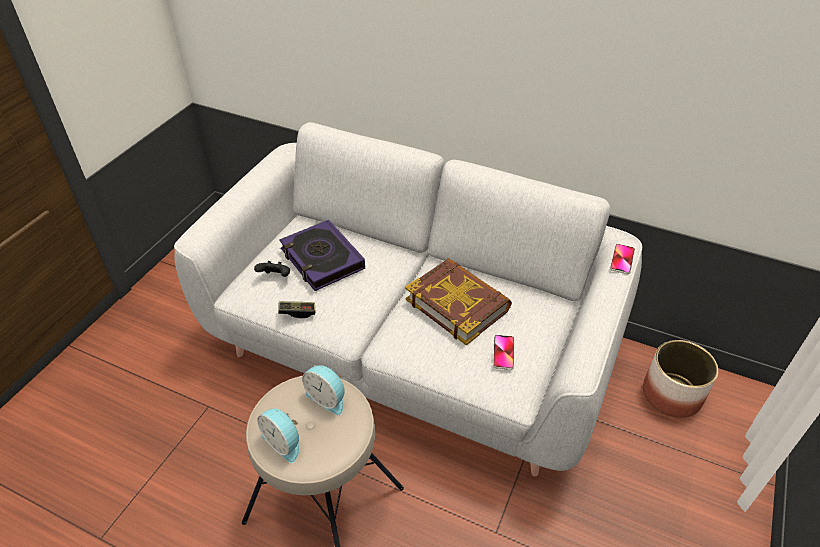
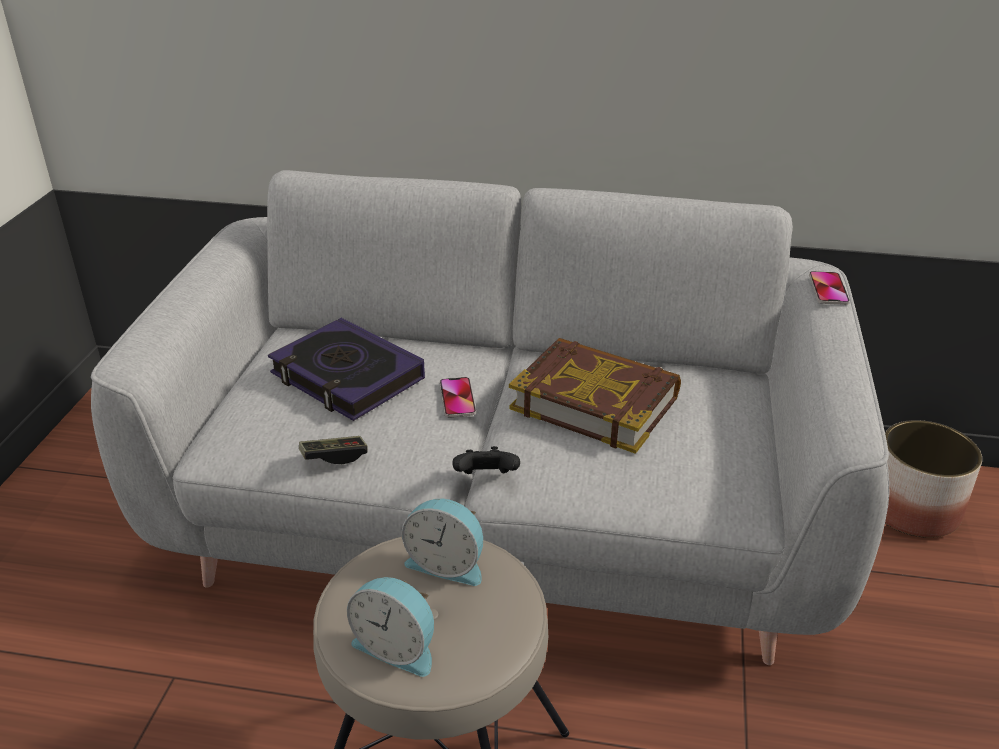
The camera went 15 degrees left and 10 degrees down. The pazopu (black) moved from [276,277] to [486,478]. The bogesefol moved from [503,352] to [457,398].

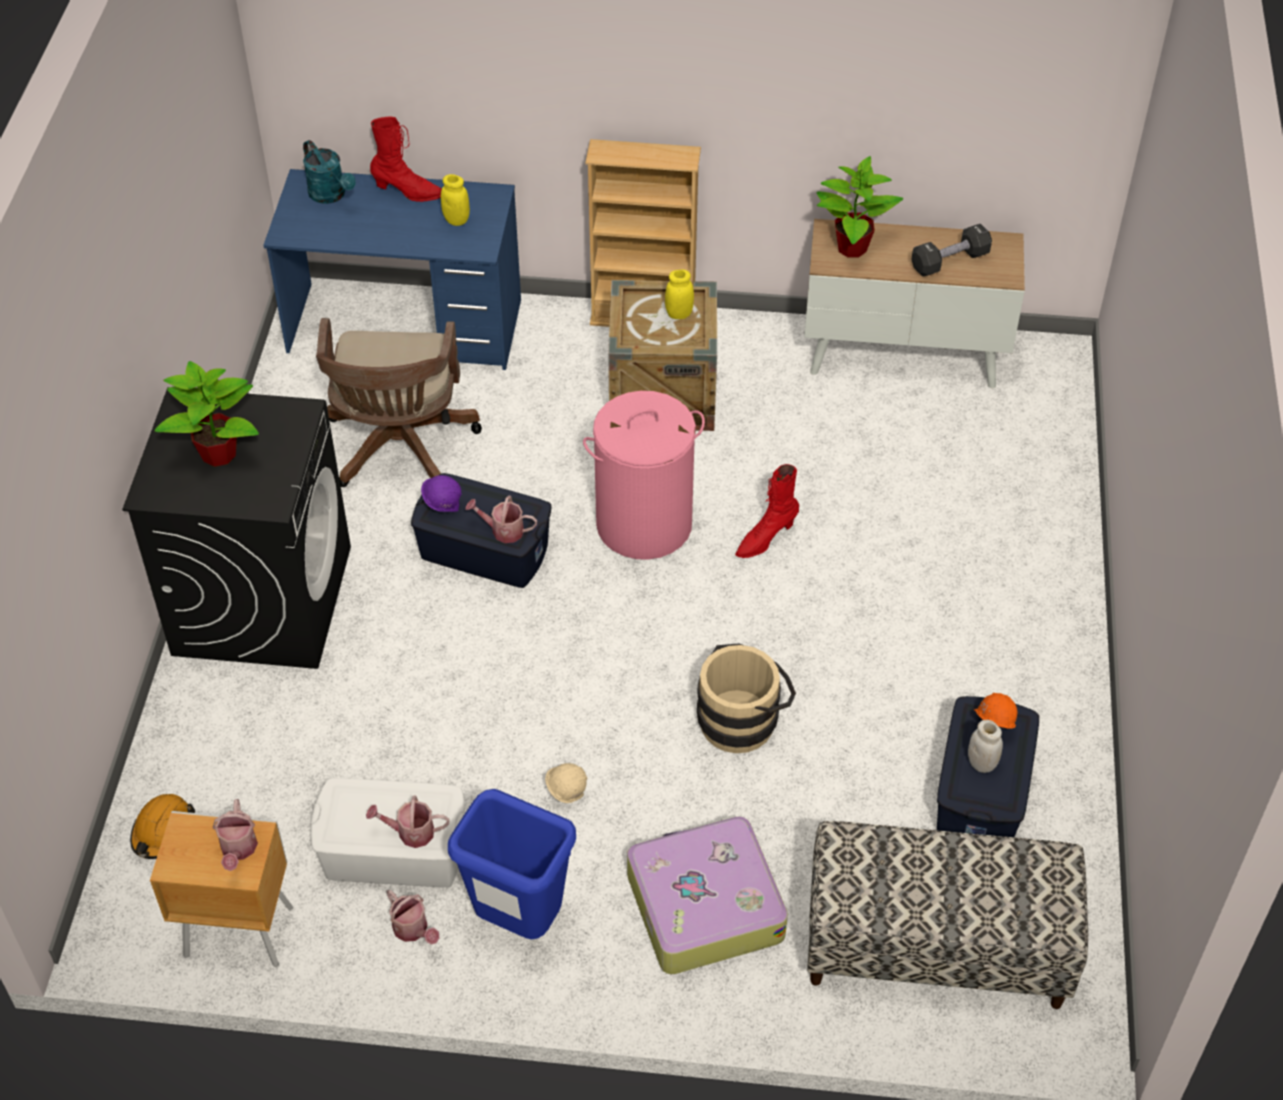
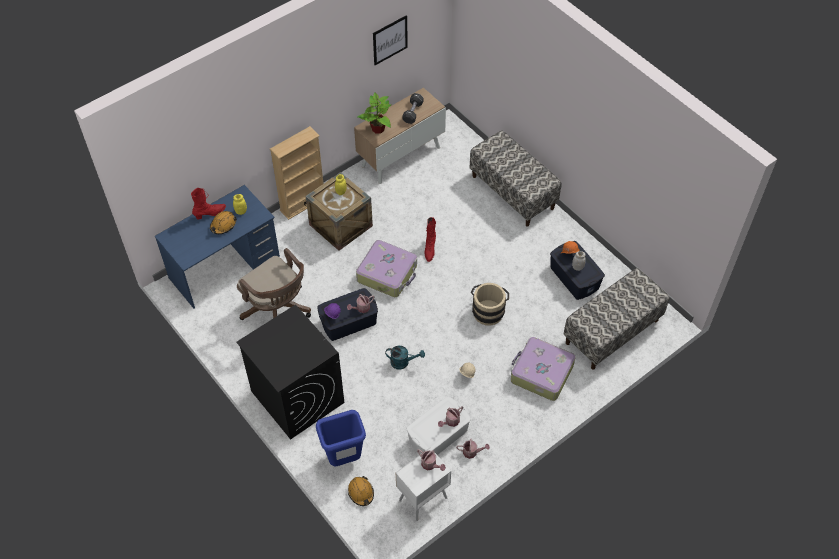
The camera went 45 degrees left and 5 degrees up. The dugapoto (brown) at [236,930] became the dugapoto (white) at [422,499]. The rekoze at [220,453] disappeared. The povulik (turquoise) moved from [331,195] to [403,362]. The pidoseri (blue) moved from [518,921] to [343,459]. The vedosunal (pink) at [644,524] was replaced by the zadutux at [388,273]. The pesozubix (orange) at [223,225] appeared. The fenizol at [390,40] appeared. The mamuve at [513,192] appeared.

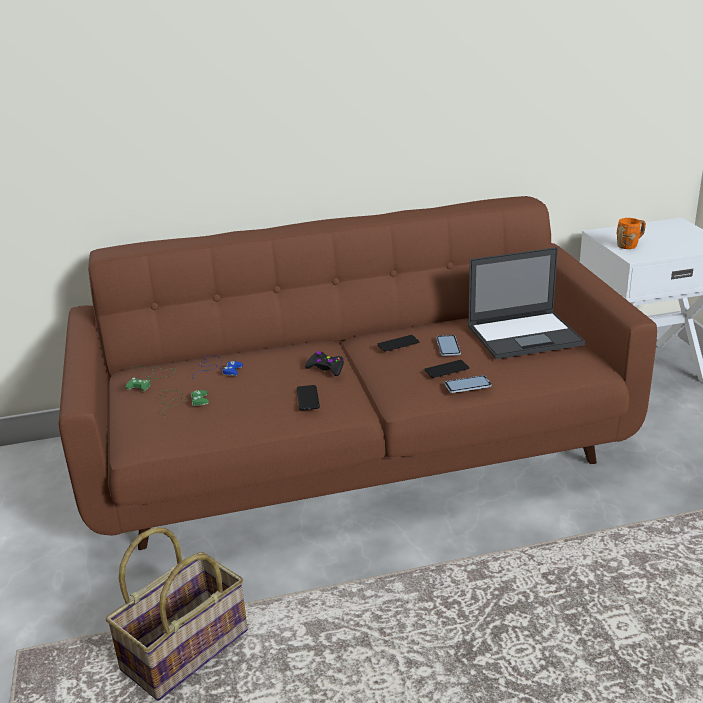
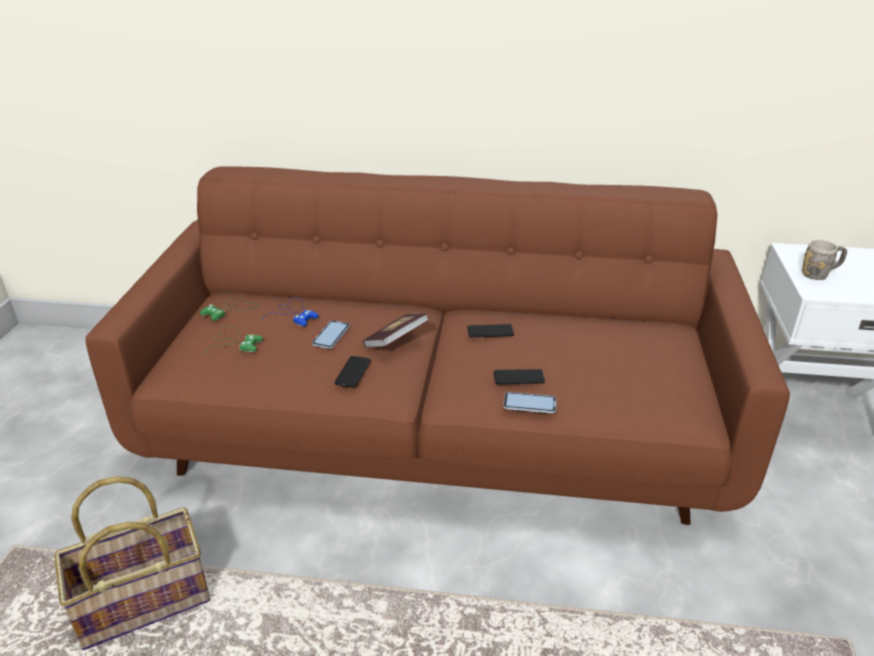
The camera went 20 degrees right and 5 degrees up. The pazopu (black) at [326,368] was replaced by the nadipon at [396,341]. The bogesefol moved from [448,346] to [331,335]. The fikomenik at [525,335] disappeared. The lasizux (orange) at [630,245] became the lasizux (grey) at [820,274].

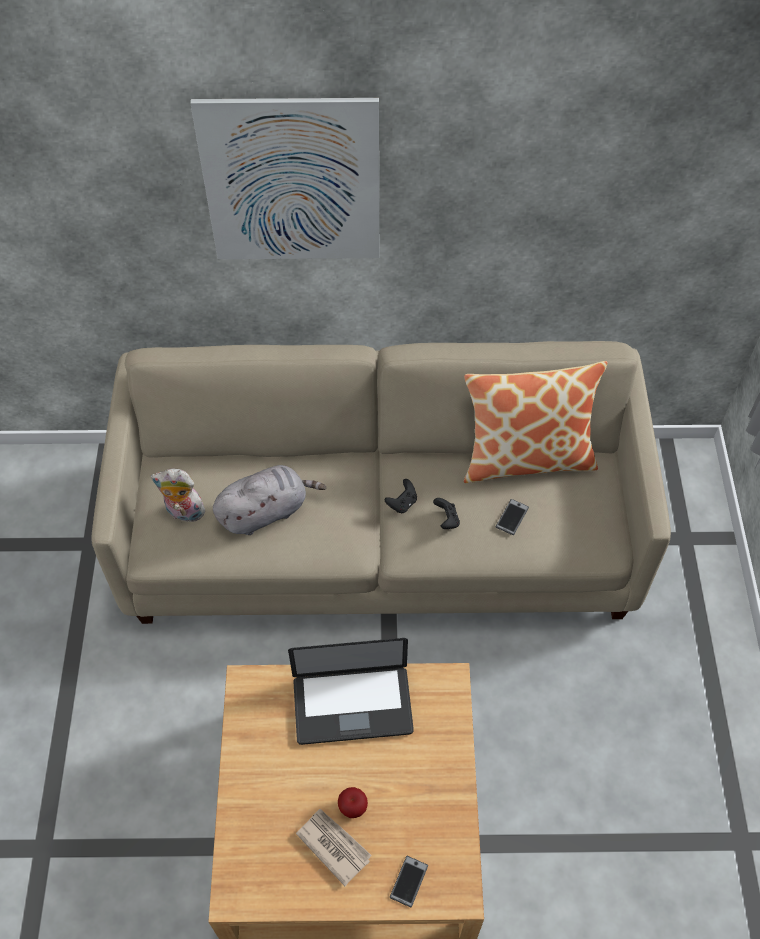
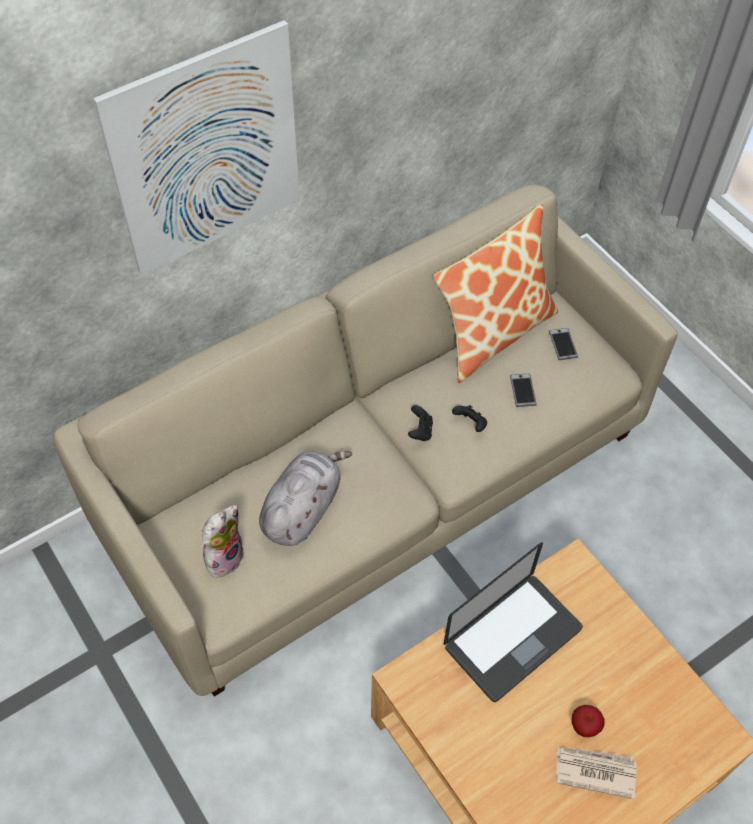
The camera went 35 degrees left and 0 degrees up. The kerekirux at [183,513] turned 150 degrees clockwise. The bogesefol moved from [409,881] to [563,344].

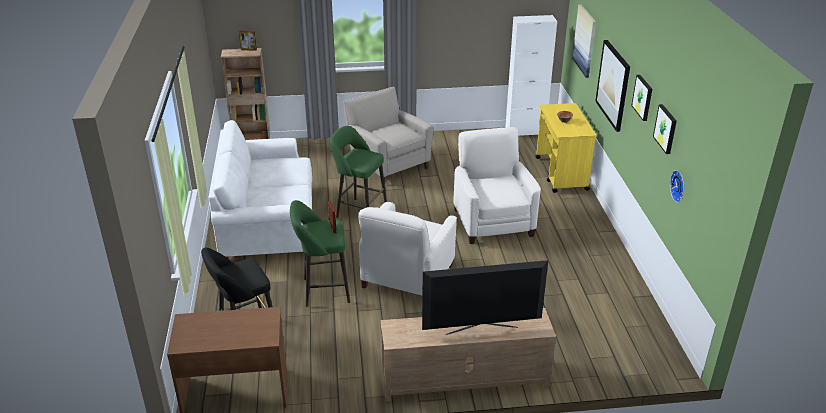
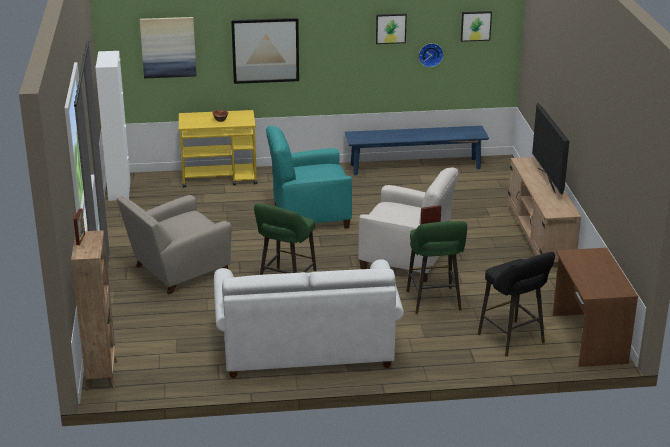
The camera went 90 degrees left and 5 degrees down. The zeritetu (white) at [492,222] became the zeritetu (turquoise) at [309,215]. The fenizol moved from [643,97] to [475,25]. The mamuve (blue) at [415,167] appeared.

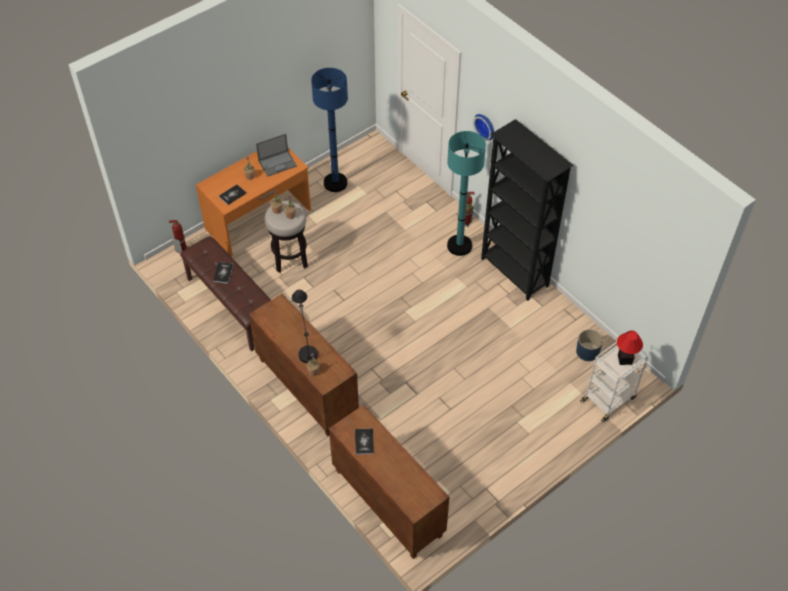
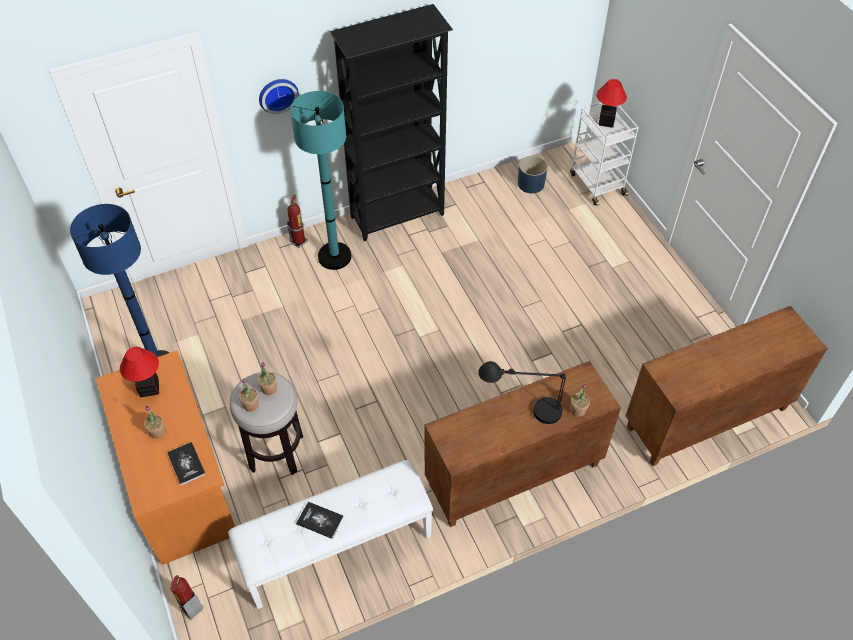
The camera went 75 degrees left and 0 degrees up. The mamuve (brown) at [232,306] became the mamuve (white) at [336,549]. The fikomenik at [278,163] was replaced by the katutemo at [149,388]. The nadipon at [364,441] disappeared.

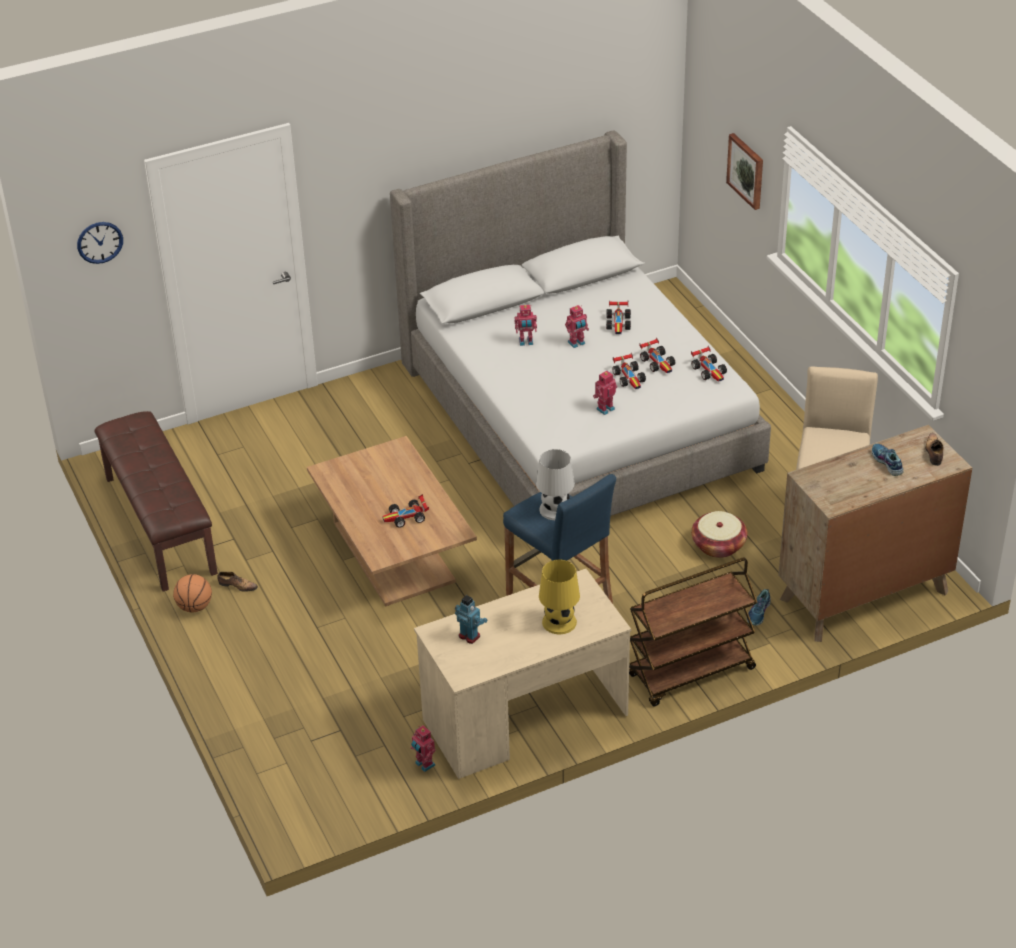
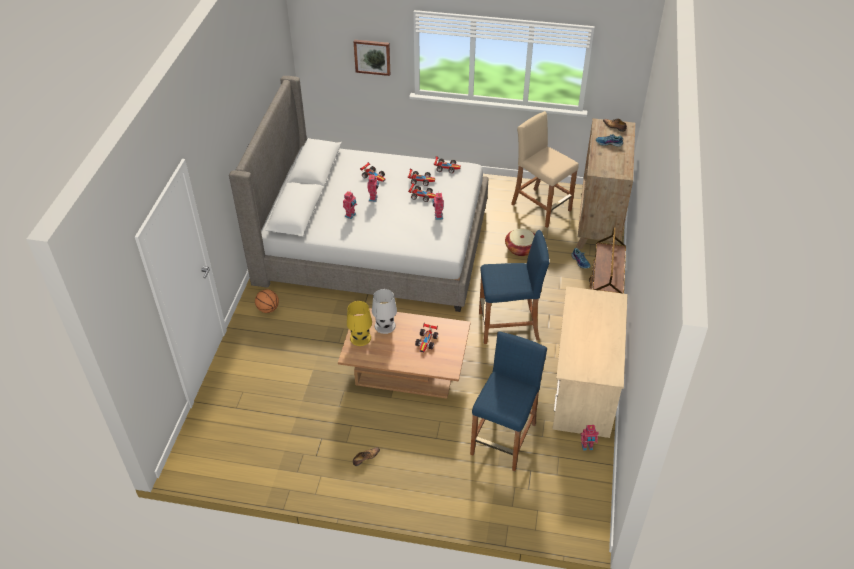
The camera went 55 degrees left and 5 degrees up. The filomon at [100,242] disappeared. The mamuve (brown) at [159,525] disappeared. The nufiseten moved from [194,607] to [268,309]. The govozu at [469,636] disappeared. The katutemo (white) moved from [555,509] to [385,325]. The katutemo (yellow) moved from [559,622] to [360,337]. The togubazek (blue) at [504,439] appeared.

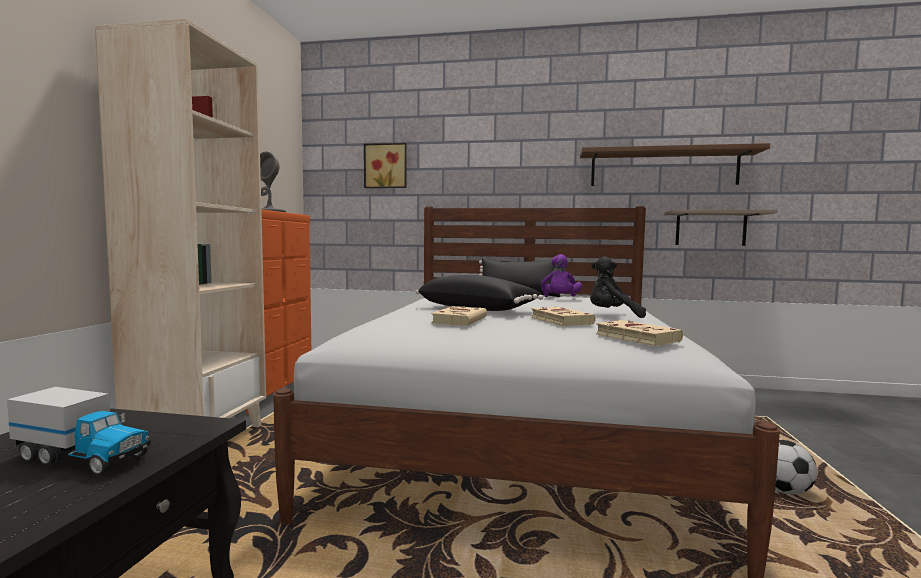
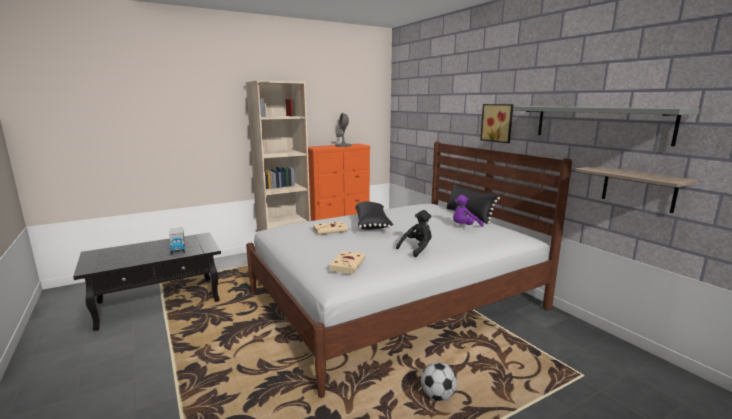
The camera went 50 degrees right and 10 degrees up. The fenizol moved from [386,166] to [497,123]. The nadipon (beige) at [560,320] disappeared. The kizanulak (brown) at [663,168] became the kizanulak (grey) at [599,123]. The kerekirux (black) at [613,316] turned 75 degrees clockwise.

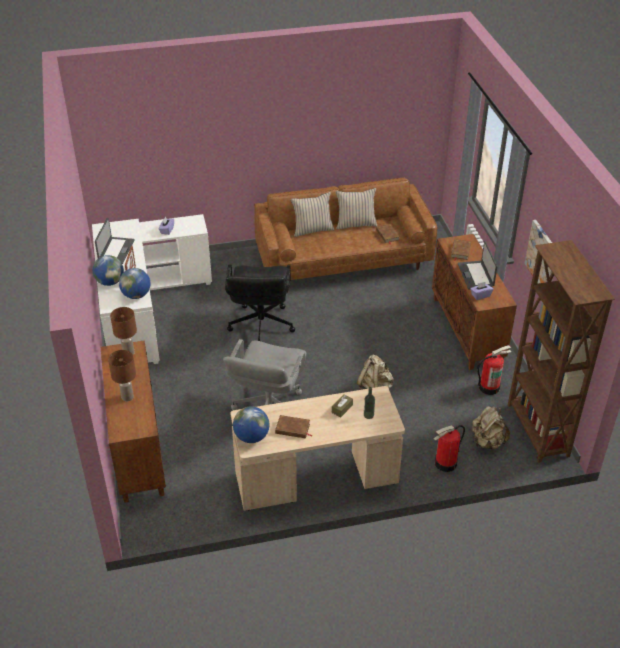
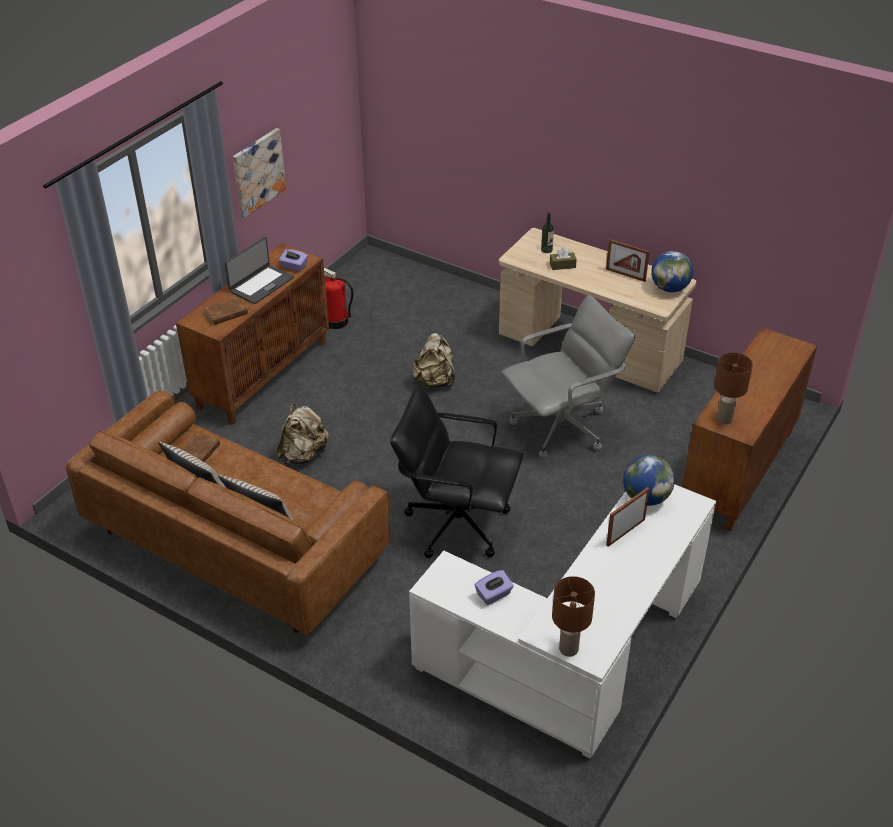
The camera went 135 degrees left and 0 degrees up. The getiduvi at [110,282] disappeared. The fikomenik at [116,250] disappeared. The katutemo (brown) moved from [127,397] to [569,649]. The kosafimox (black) at [260,325] turned 120 degrees counterclockwise. The nadipon (brown) at [292,429] was replaced by the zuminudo at [625,275]. The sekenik at [445,463] disappeared. The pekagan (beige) moved from [487,442] to [304,455]. The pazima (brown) at [537,431] disappeared.

